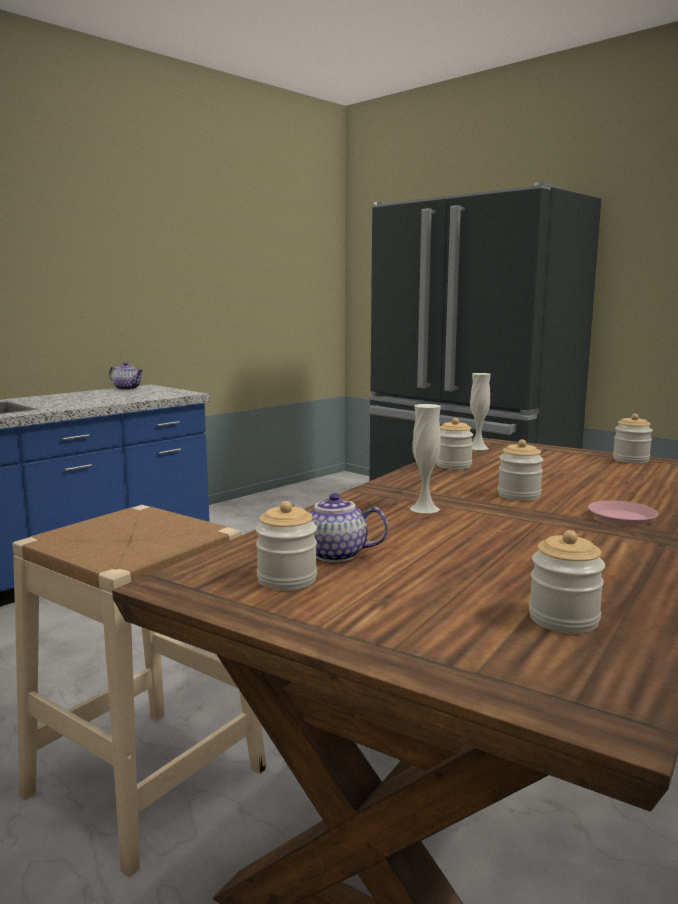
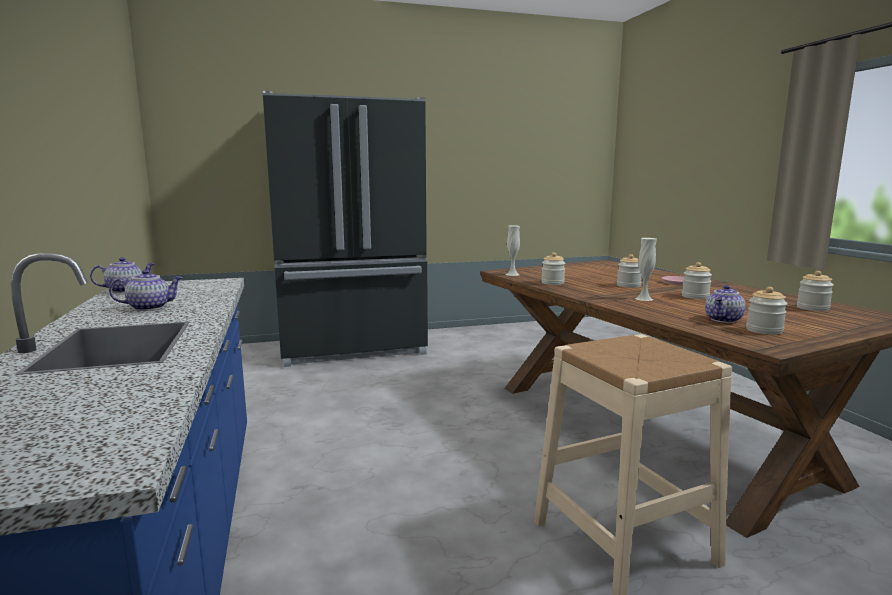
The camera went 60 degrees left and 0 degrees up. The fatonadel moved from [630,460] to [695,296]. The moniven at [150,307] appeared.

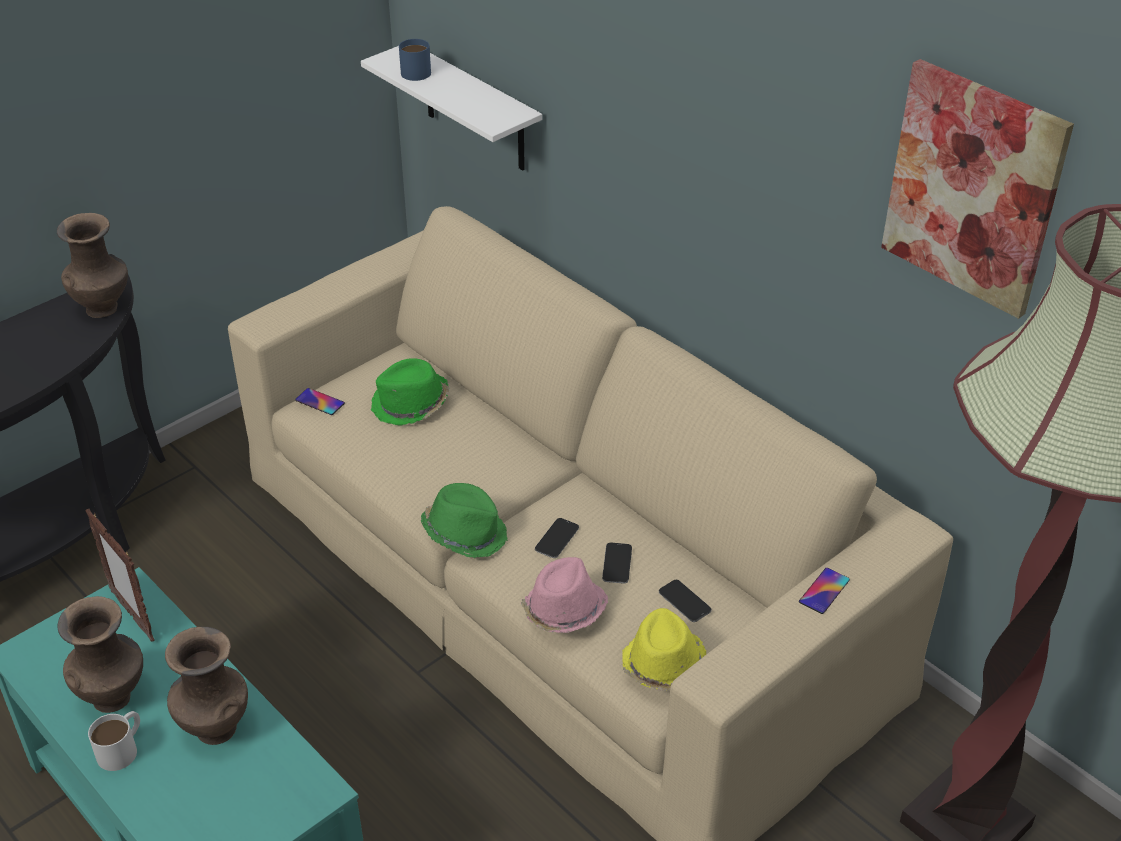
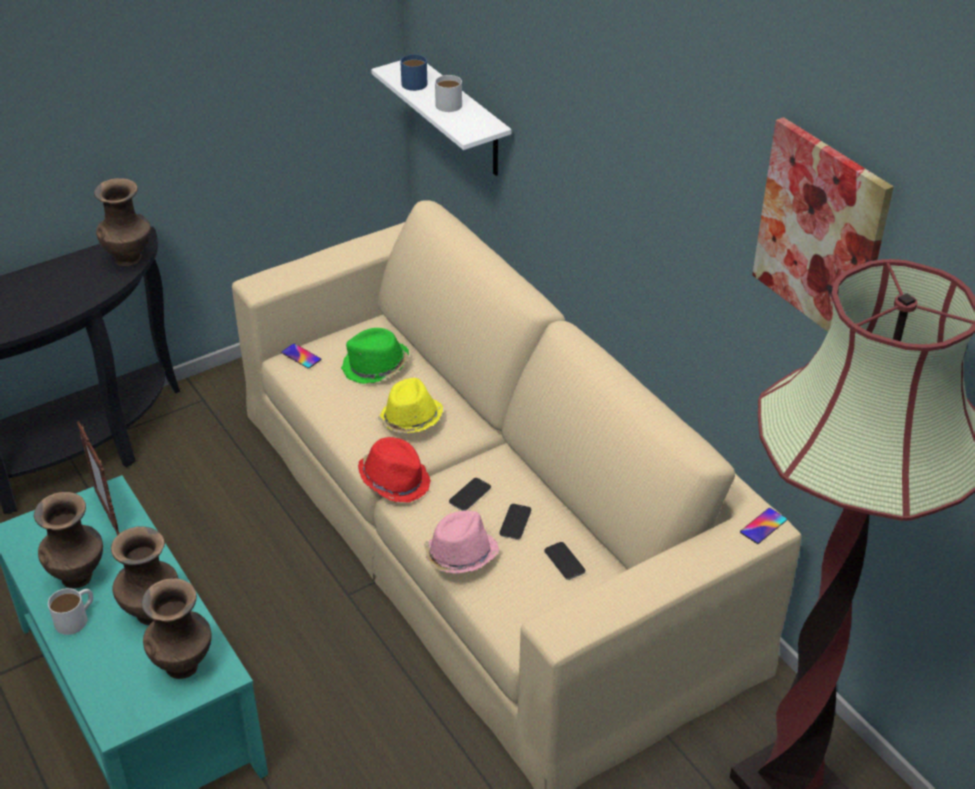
The camera went 10 degrees right and 0 degrees up. The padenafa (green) at [465,533] became the padenafa (red) at [395,480]. The padenafa (yellow) moved from [663,665] to [410,420]. The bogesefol moved from [824,591] to [763,526]. The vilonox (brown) at [184,664] appeared. The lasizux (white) at [450,102] appeared.

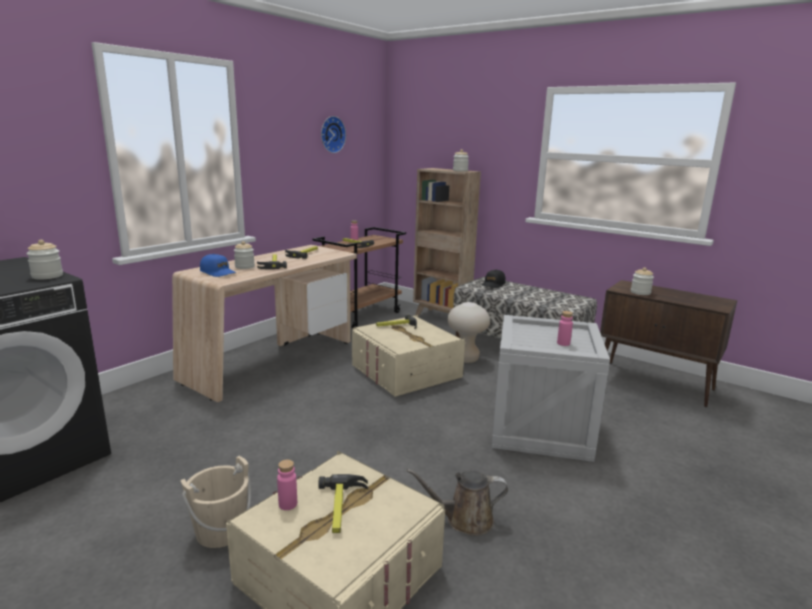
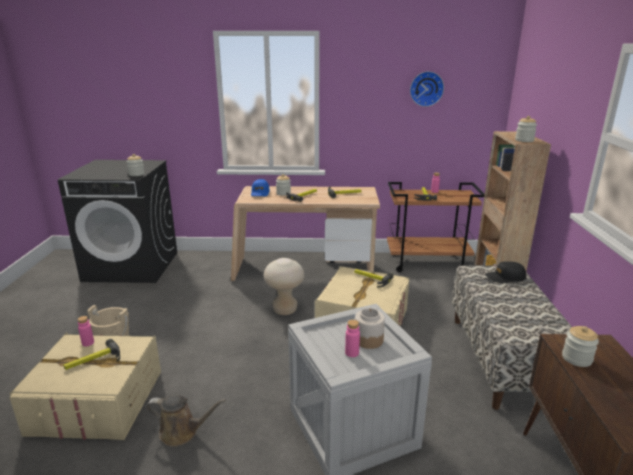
The camera went 55 degrees right and 5 degrees up. The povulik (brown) at [465,520] turned 135 degrees clockwise. The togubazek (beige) moved from [466,359] to [285,310]. The fatonadel at [368,340] appeared.

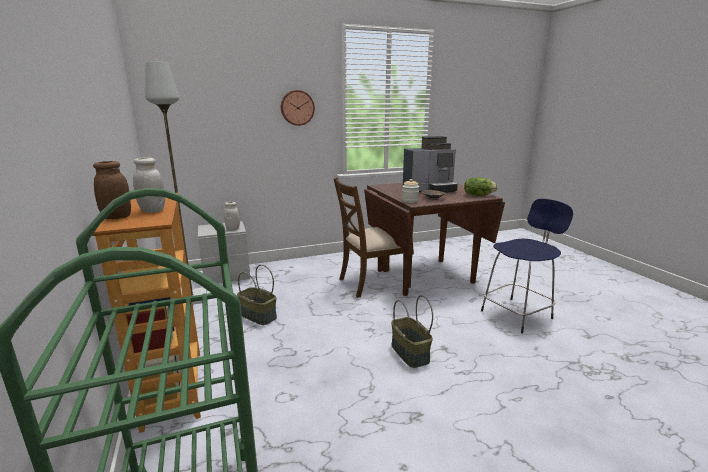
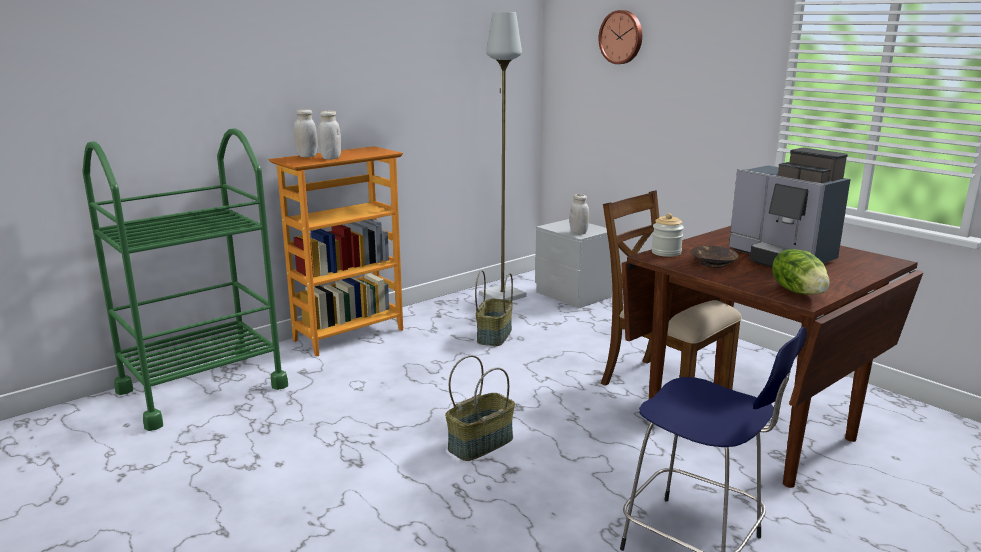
The camera went 70 degrees right and 0 degrees up. The fatonadel (brown) at [117,217] became the fatonadel (white) at [307,156]. The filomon moved from [297,108] to [622,37].

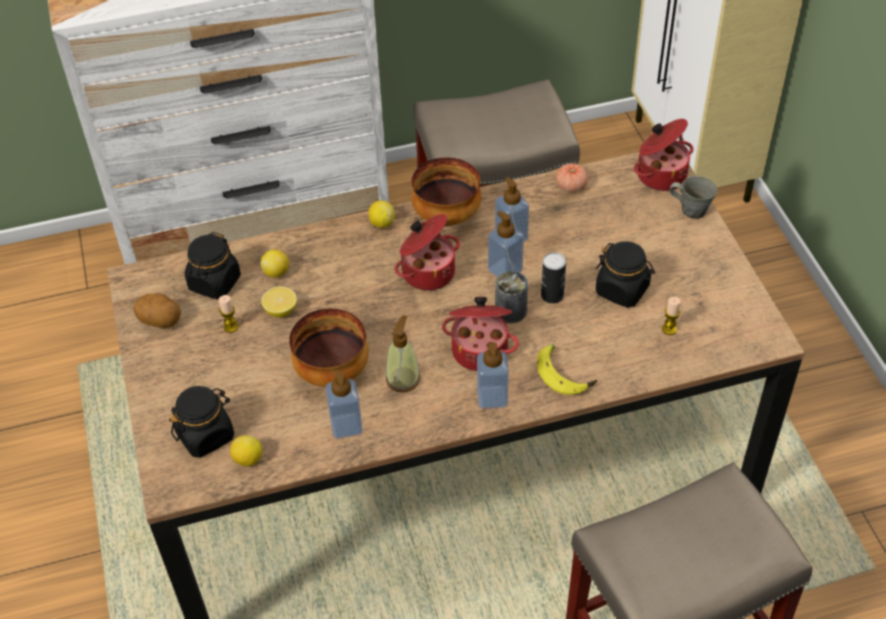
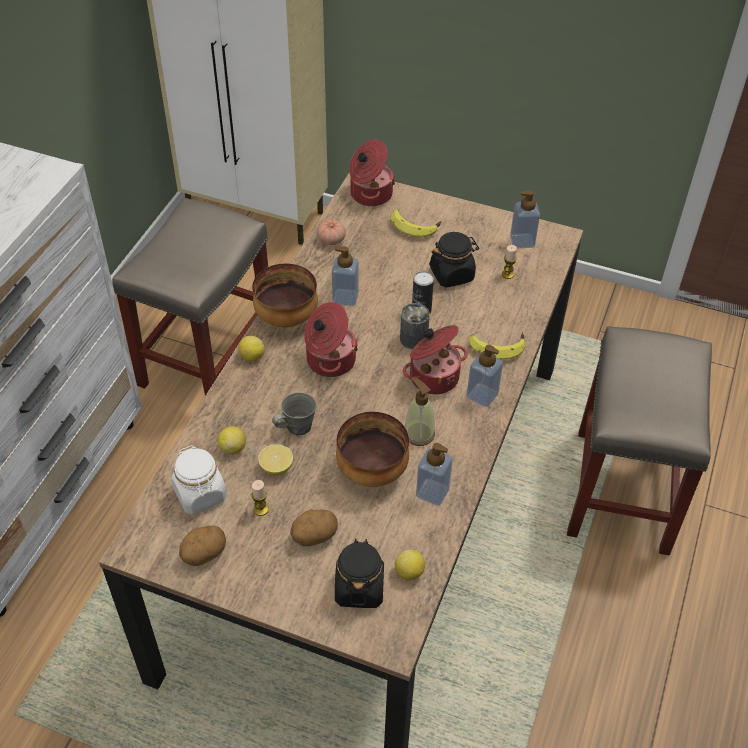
The camera went 55 degrees left and 0 degrees up. The fatonadel (black) at [214,283] became the fatonadel (white) at [200,494]. The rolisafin moved from [505,270] to [522,241]. The lasizux (grey) moved from [692,209] to [297,426]. The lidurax at [314,536] appeared. The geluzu at [414,225] appeared.

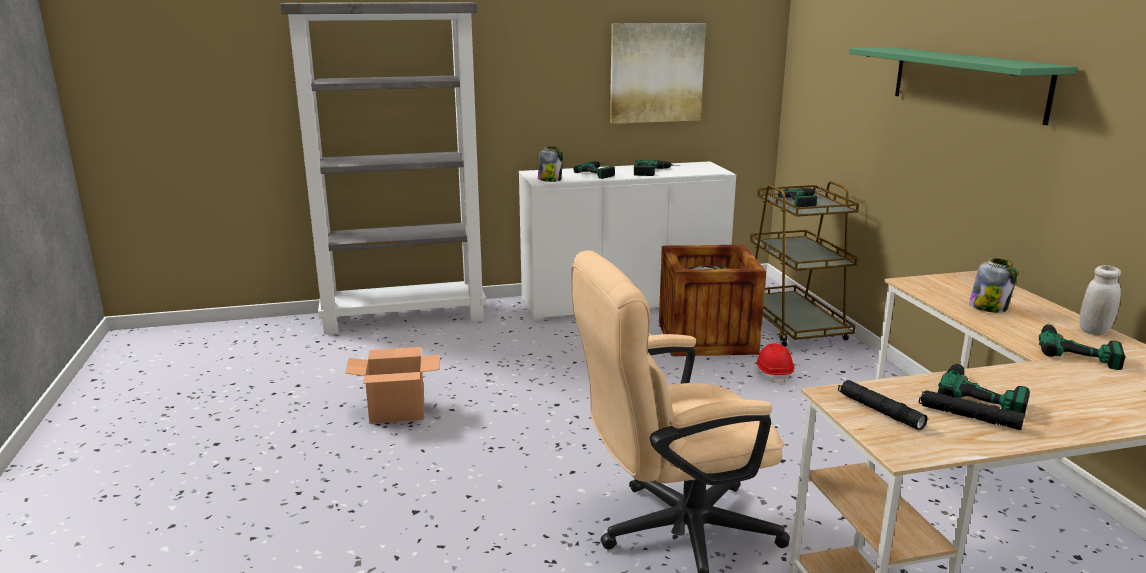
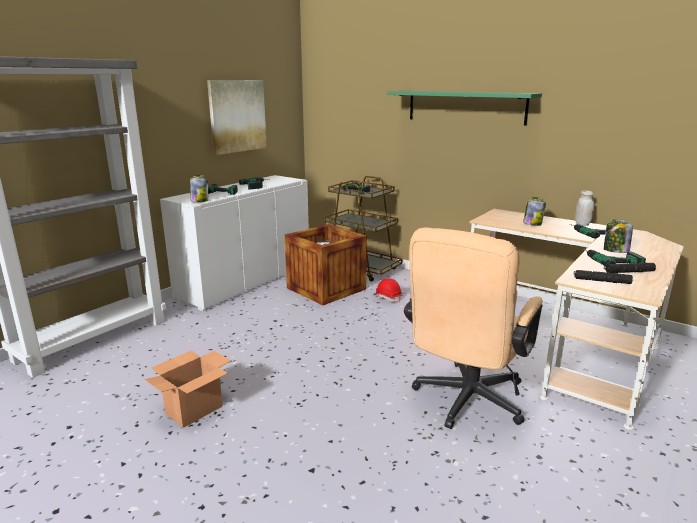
The camera went 40 degrees left and 0 degrees up. The fatonadel at [615,251] appeared.

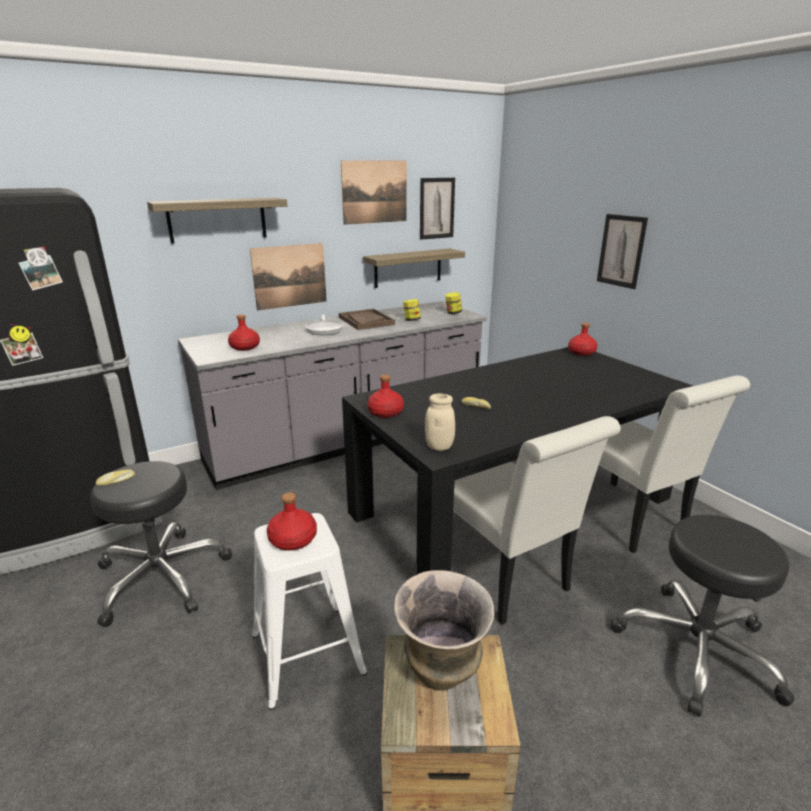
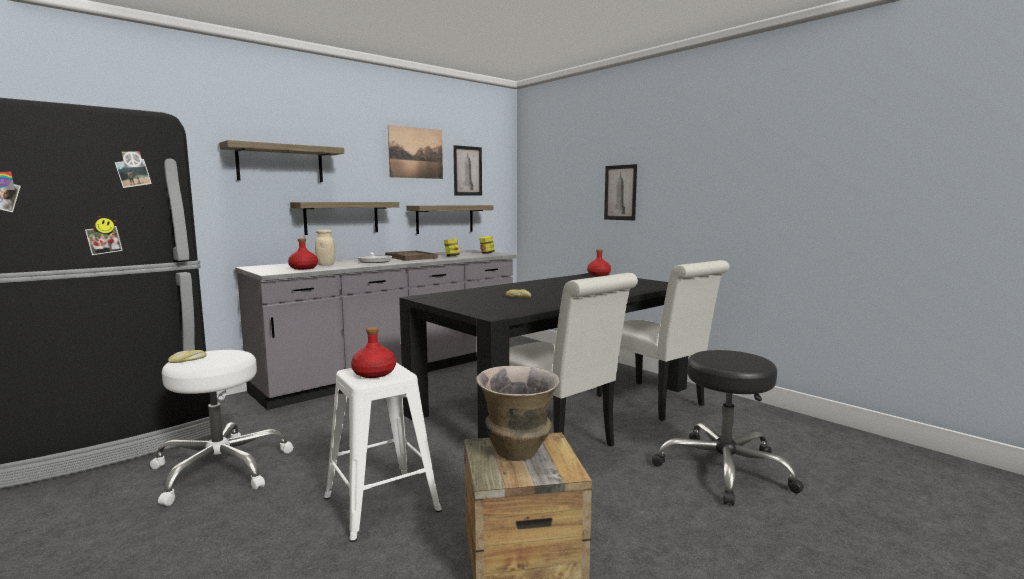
The camera went 10 degrees left and 15 degrees down. The togubazek (black) at [162,577] became the togubazek (white) at [221,469]. The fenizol at [289,276] was replaced by the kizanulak at [341,217]. The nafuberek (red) at [386,412] disappeared. The fatonadel (beige) moved from [439,446] to [326,265].

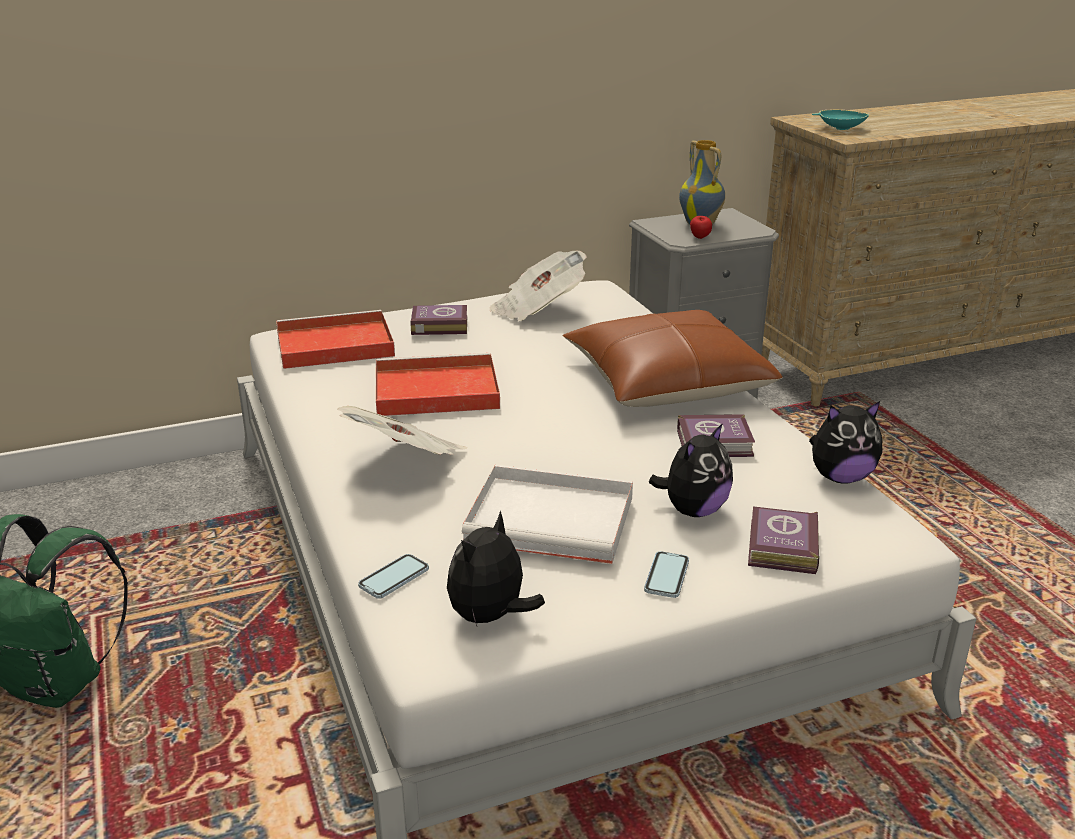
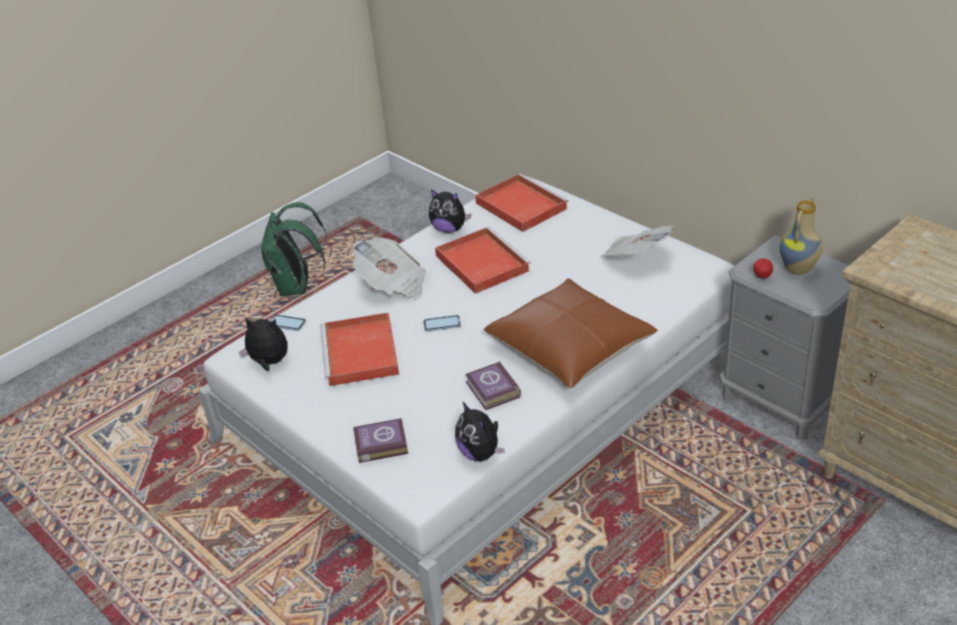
The camera went 70 degrees right and 10 degrees up. The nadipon at [438,325] disappeared. The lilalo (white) at [554,519] became the lilalo (red) at [361,354]. The bogesefol moved from [666,576] to [442,324]. The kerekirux moved from [693,510] to [449,229]. The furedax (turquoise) at [839,128] disappeared.

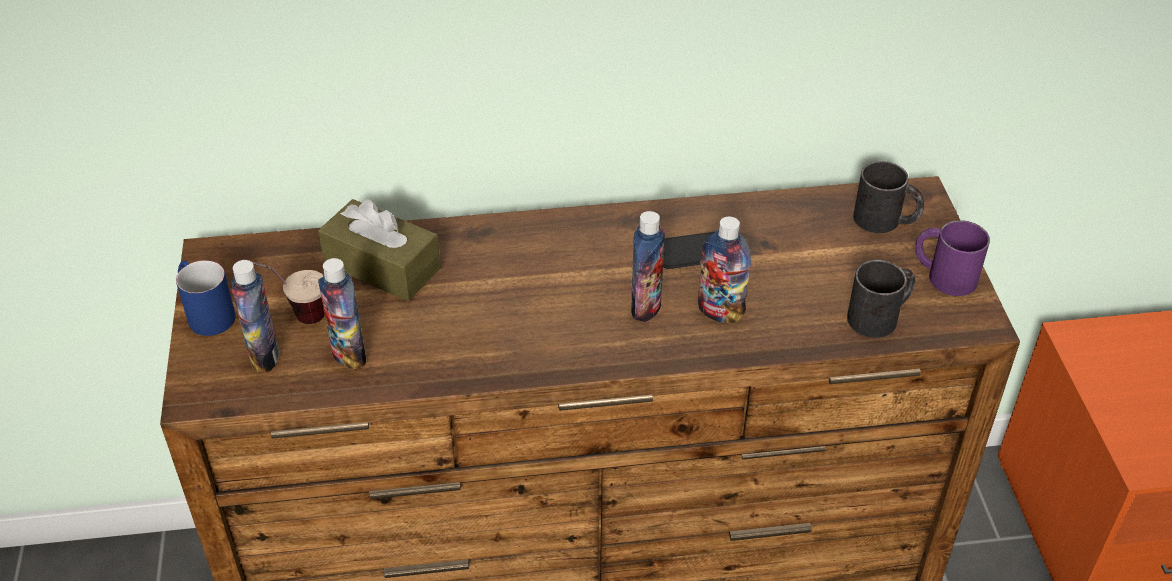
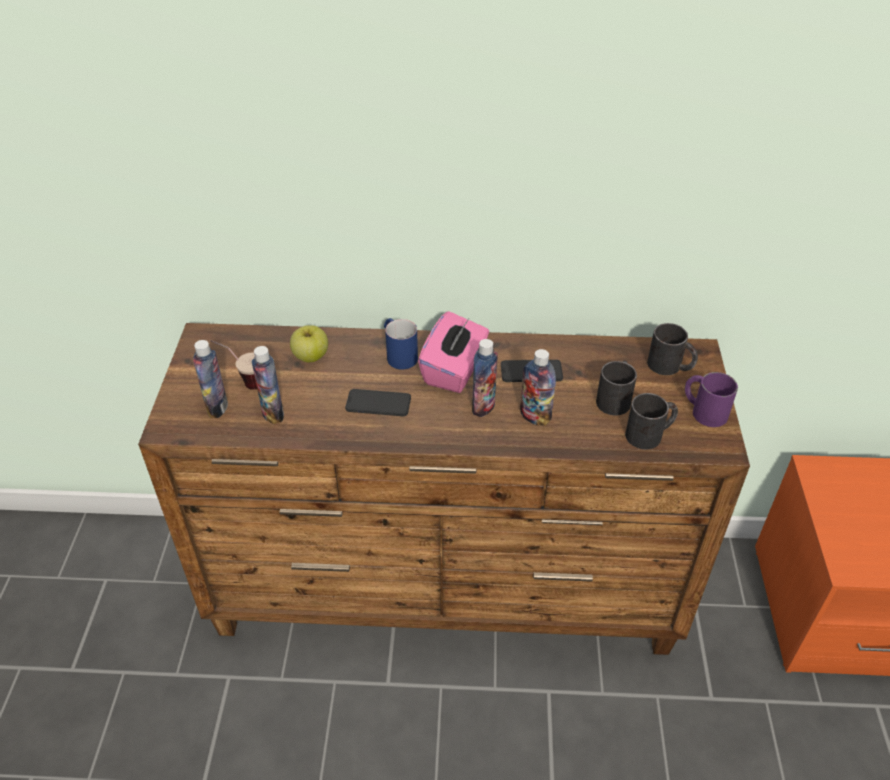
The camera went 10 degrees right and 0 degrees up. The lasizux (blue) moved from [206,312] to [398,354]. The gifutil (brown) at [382,266] was replaced by the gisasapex at [310,356]. The bogesefol at [378,403] appeared. The gifutil (pink) at [454,370] appeared. The lasizux (black) at [615,398] appeared.

